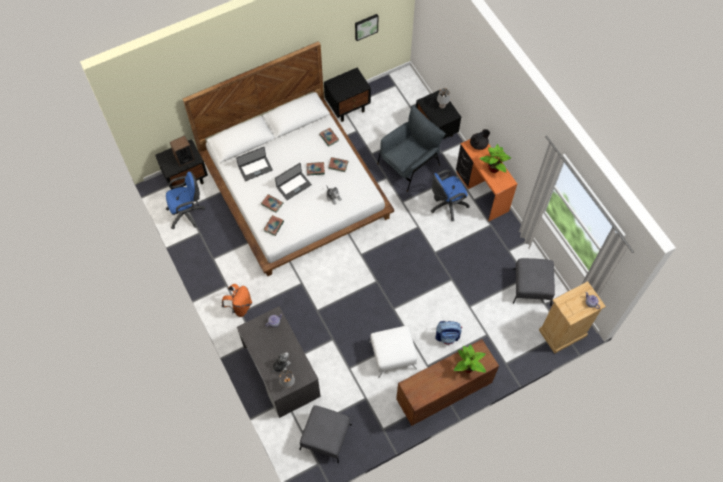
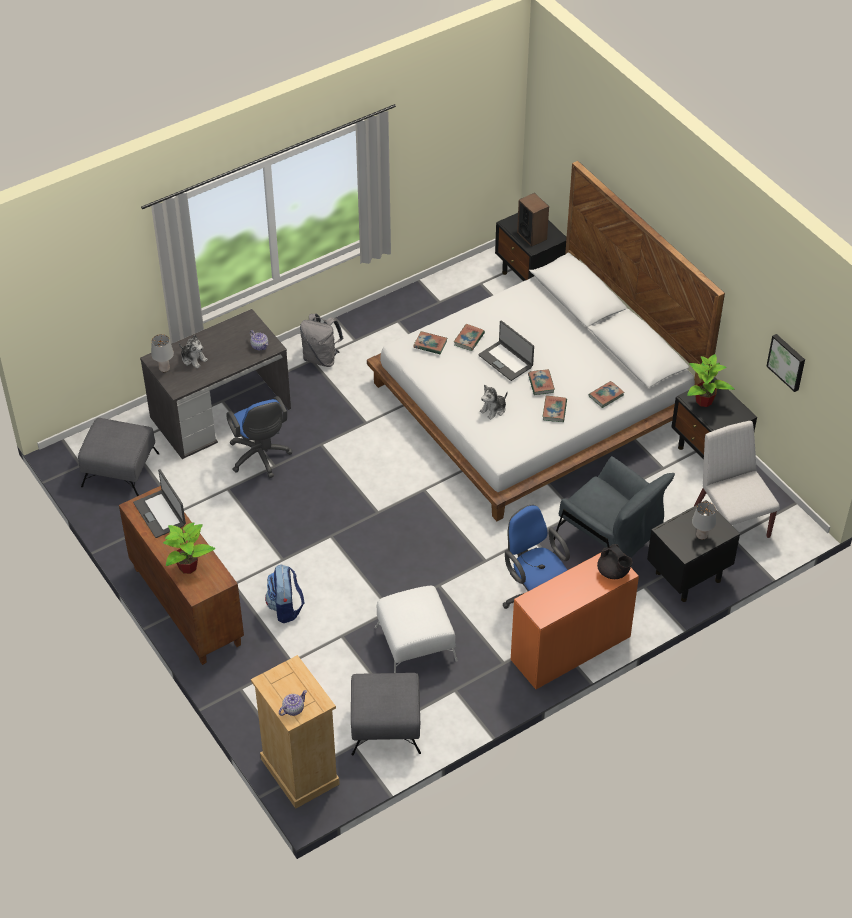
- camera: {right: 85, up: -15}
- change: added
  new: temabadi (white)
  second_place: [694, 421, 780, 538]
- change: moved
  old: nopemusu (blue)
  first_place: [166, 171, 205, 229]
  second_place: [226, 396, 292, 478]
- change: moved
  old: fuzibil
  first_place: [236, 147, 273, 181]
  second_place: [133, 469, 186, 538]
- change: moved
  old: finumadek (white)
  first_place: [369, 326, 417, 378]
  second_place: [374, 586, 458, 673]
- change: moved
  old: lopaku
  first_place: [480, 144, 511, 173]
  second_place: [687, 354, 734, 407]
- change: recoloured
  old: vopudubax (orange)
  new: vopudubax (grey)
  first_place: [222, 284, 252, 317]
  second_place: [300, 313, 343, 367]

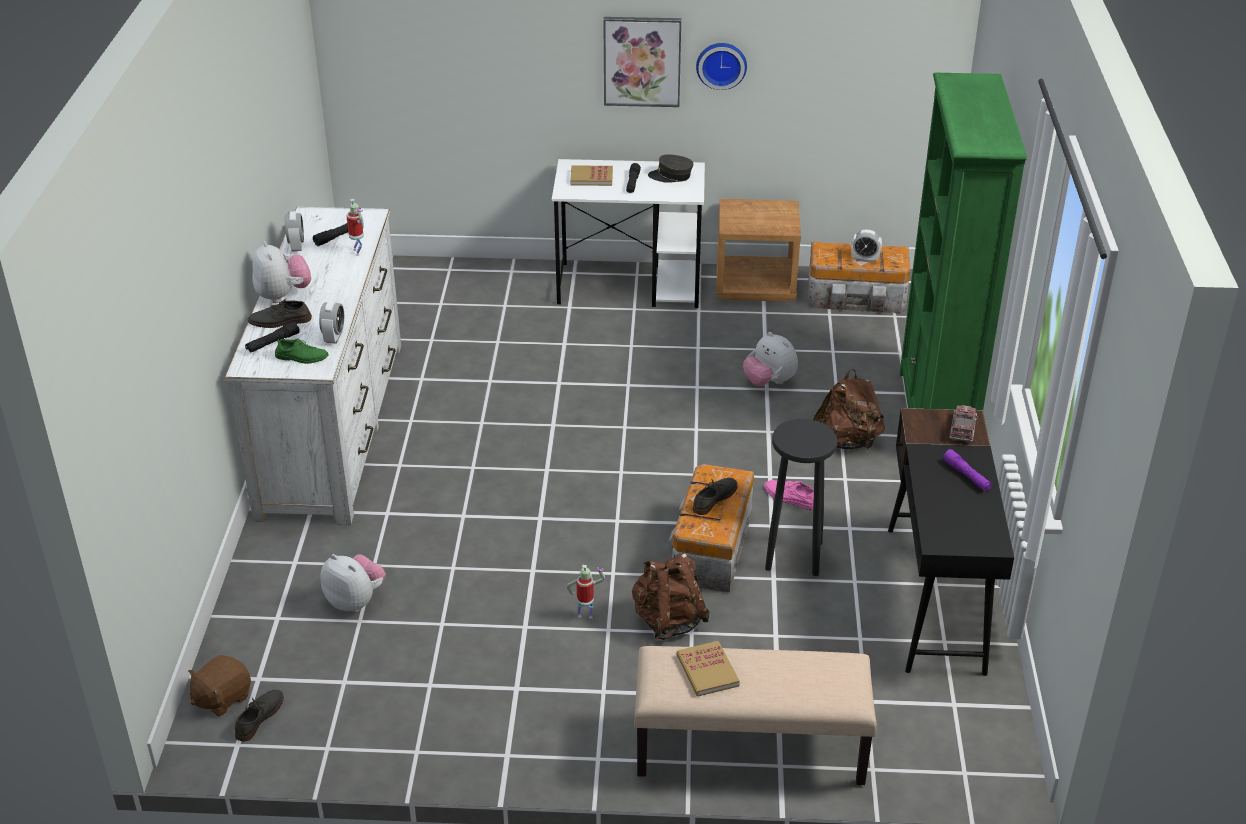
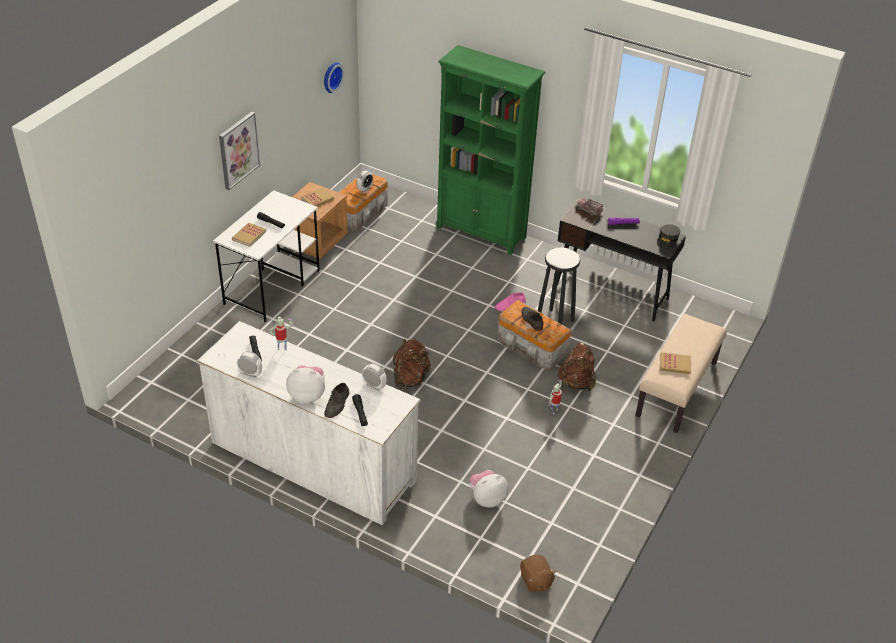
- camera: {right: -65, up: 5}
- change: removed
  old: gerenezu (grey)
  first_place: [235, 690, 284, 742]
- change: removed
  old: gerenezu (green)
  first_place: [275, 338, 328, 364]
- change: removed
  old: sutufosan
  first_place: [743, 332, 798, 386]
- change: added
  new: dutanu
  second_place: [301, 188, 334, 206]
- change: moved
  old: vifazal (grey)
  first_place: [648, 154, 693, 183]
  second_place: [657, 224, 680, 249]
- change: moved
  old: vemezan
  first_place: [696, 43, 747, 90]
  second_place: [324, 62, 344, 93]
- change: moved
  old: vopudubax (brown)
  first_place: [813, 369, 885, 450]
  second_place: [393, 339, 431, 389]

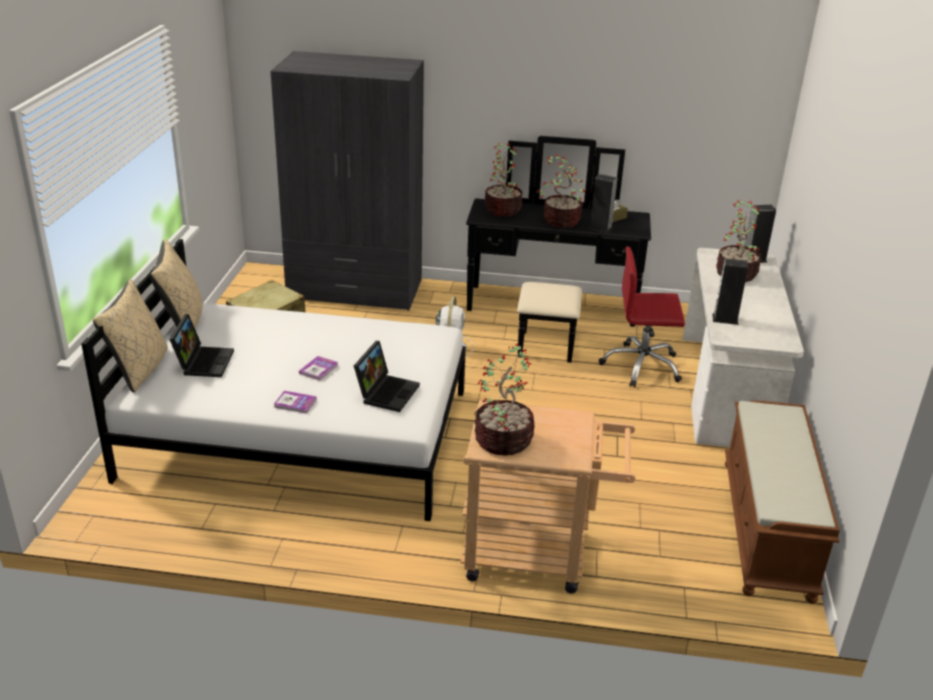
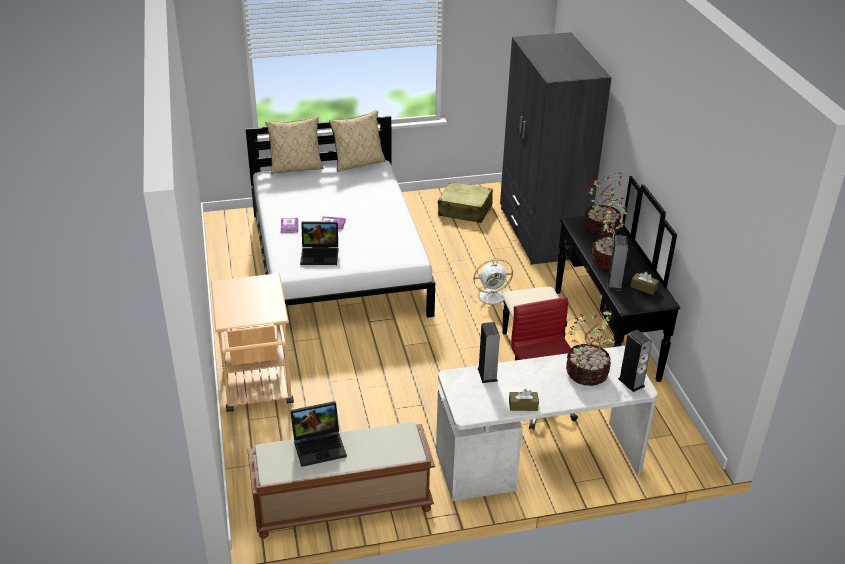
- camera: {right: 70, up: 5}
- change: removed
  old: lopaku
  first_place: [474, 343, 535, 456]
- change: added
  new: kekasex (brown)
  second_place: [509, 389, 539, 411]
- change: moved
  old: fuzibil
  first_place: [169, 314, 234, 377]
  second_place: [290, 401, 347, 467]

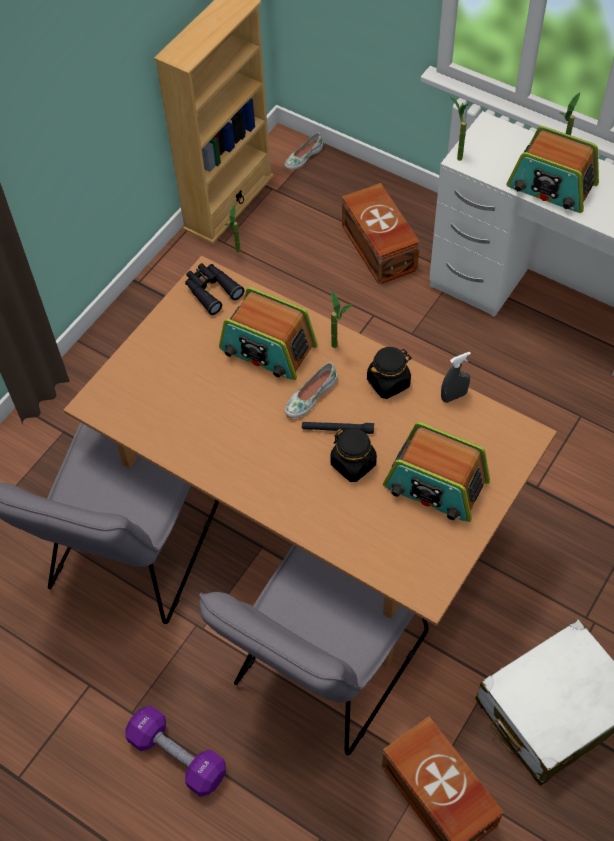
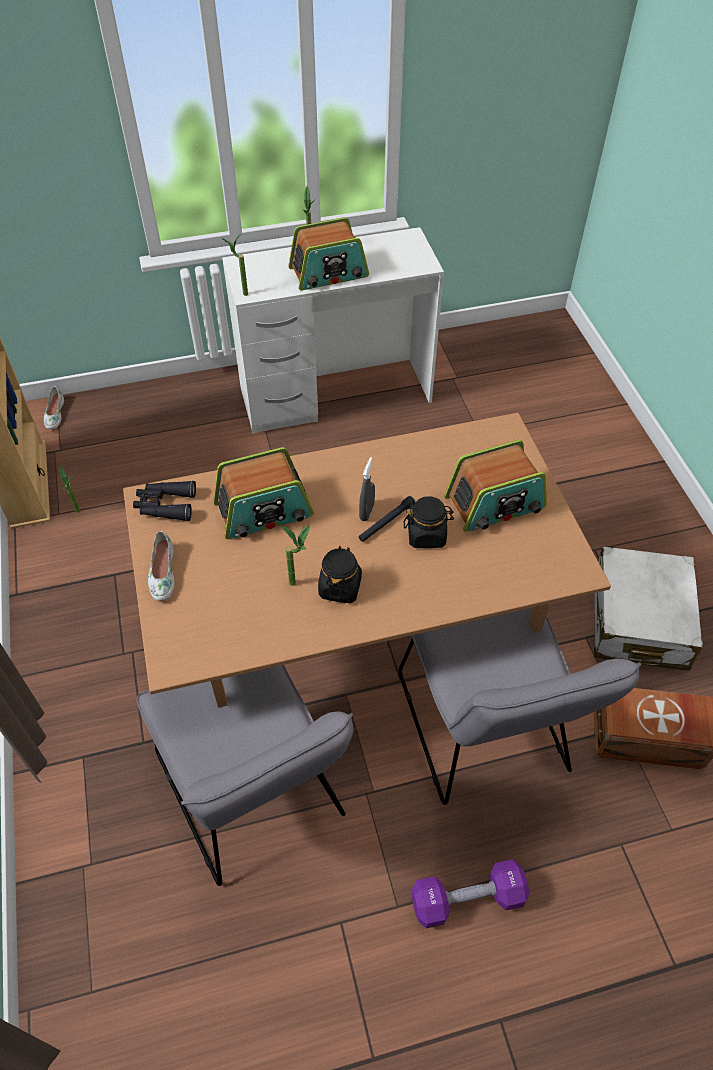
- camera: {right: -50, up: -5}
- change: removed
  old: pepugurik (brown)
  first_place: [342, 183, 420, 285]
- change: moved
  old: gerenezu (white)
  first_place: [285, 363, 337, 418]
  second_place: [148, 531, 174, 601]
- change: moved
  old: lopaku
  first_place: [331, 290, 353, 348]
  second_place: [281, 524, 310, 586]
- change: moved
  old: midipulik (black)
  first_place: [367, 347, 412, 399]
  second_place: [318, 546, 362, 603]
- change: moved
  old: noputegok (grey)
  first_place: [441, 352, 471, 403]
  second_place: [359, 457, 375, 521]

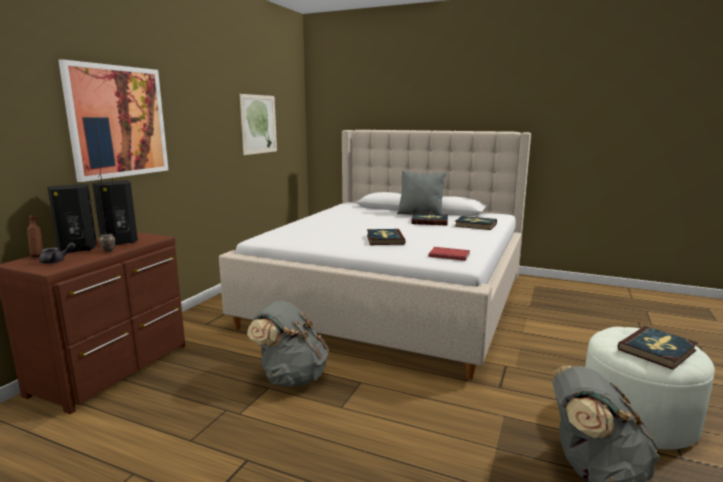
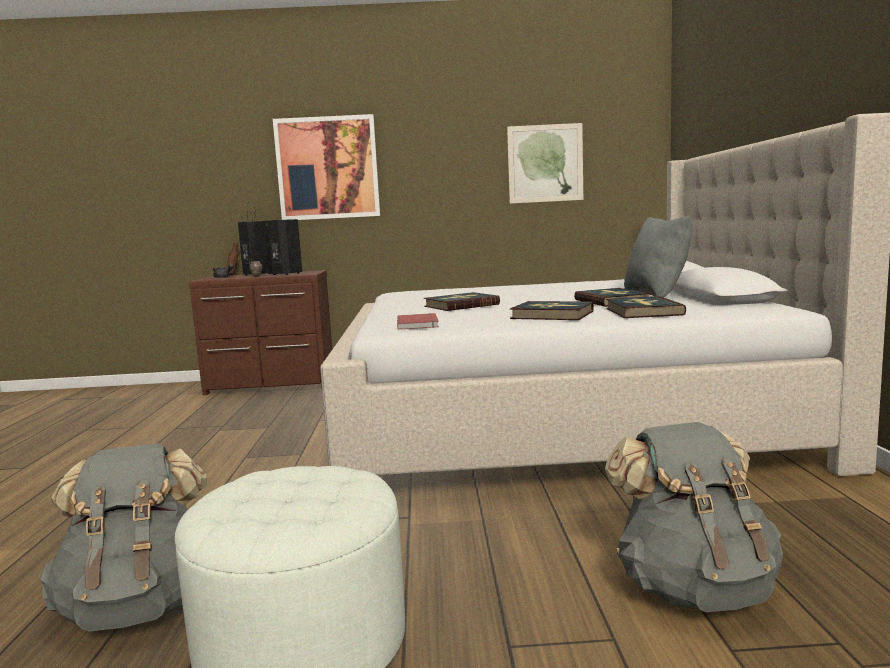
- camera: {right: 65, up: -5}
- change: moved
  old: vopudubax (grey)
  first_place: [247, 301, 329, 386]
  second_place: [605, 422, 783, 612]
- change: moved
  old: dutanu
  first_place: [618, 326, 698, 370]
  second_place: [510, 301, 594, 320]

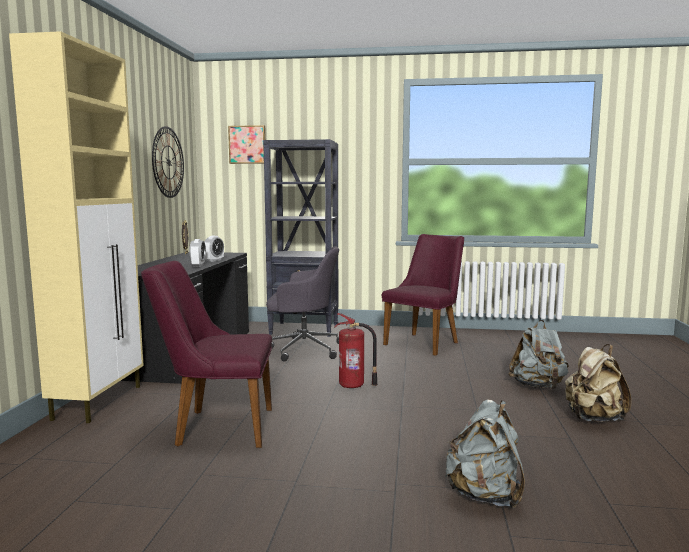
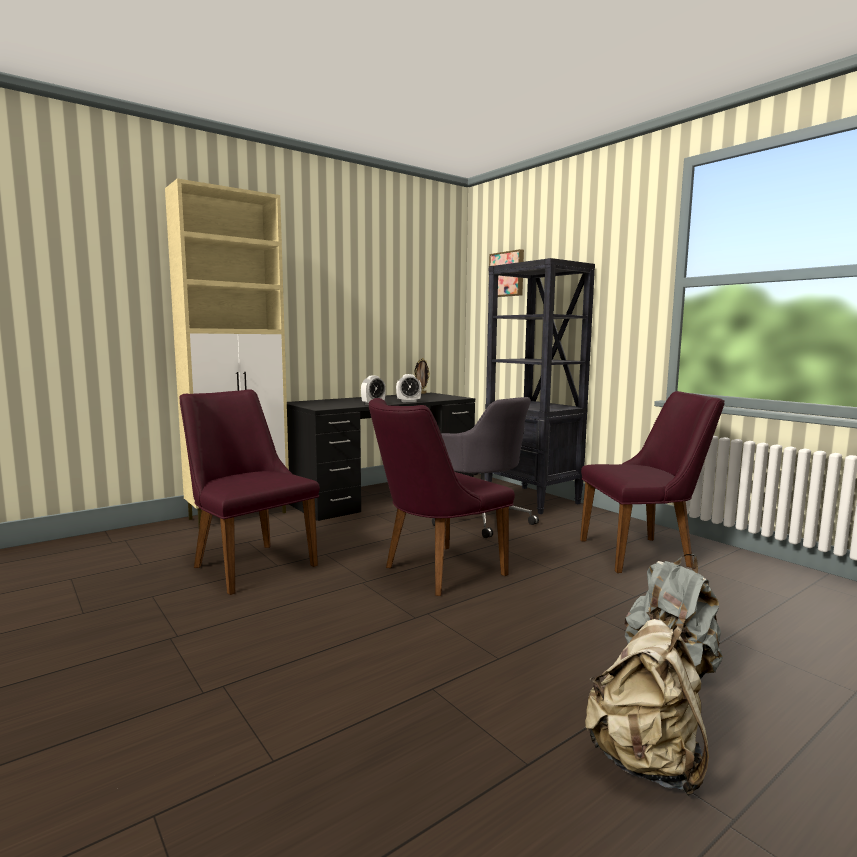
- camera: {right: 45, up: 0}
- change: removed
  old: vemezan
  first_place: [152, 126, 184, 198]
- change: removed
  old: vopudubax (grey)
  first_place: [445, 399, 525, 509]
- change: replaced
  old: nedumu
  new: temabadi (purple)
  first_place: [334, 313, 378, 388]
  second_place: [369, 398, 515, 596]

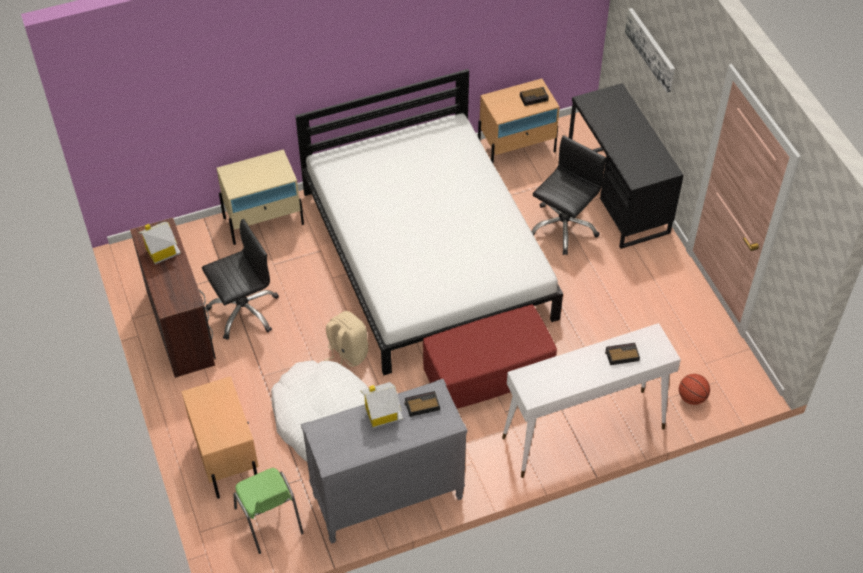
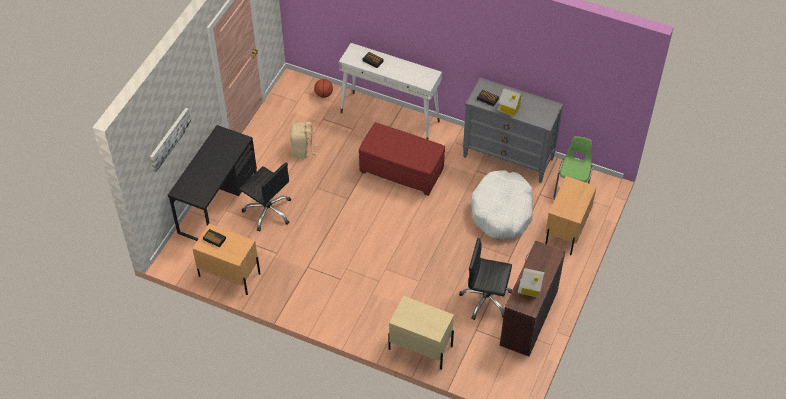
- camera: {right: -135, up: 0}
- change: removed
  old: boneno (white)
  first_place: [295, 69, 563, 375]
- change: moved
  old: vopudubax (beige)
  first_place: [324, 311, 368, 367]
  second_place: [290, 122, 318, 159]
- change: turned
  old: nopemusu (black)
  first_place: [531, 135, 606, 255]
  second_place: [239, 163, 291, 231]
  degrees: -135

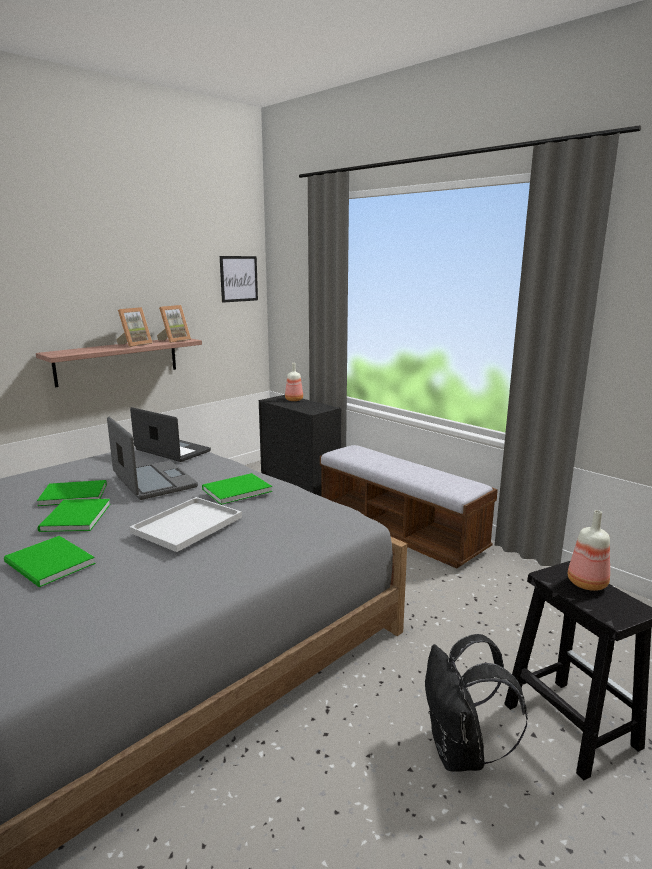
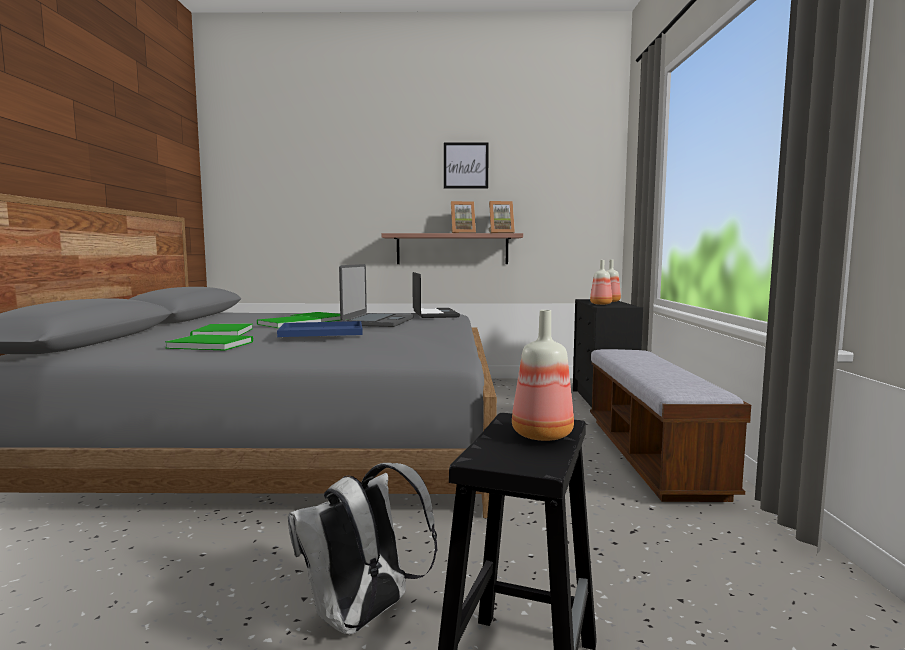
- camera: {right: 45, up: -10}
- change: added
  new: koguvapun
  second_place: [590, 260, 612, 305]
- change: moved
  old: dutanu (green)
  first_place: [202, 473, 272, 505]
  second_place: [166, 334, 253, 351]
- change: moved
  old: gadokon
  first_place: [220, 256, 258, 303]
  second_place: [444, 143, 489, 189]
- change: recoloured
  old: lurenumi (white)
  new: lurenumi (blue)
  first_place: [129, 497, 242, 552]
  second_place: [277, 321, 363, 337]
- change: recoloured
  old: vopudubax (black)
  new: vopudubax (white)
  first_place: [425, 634, 528, 772]
  second_place: [288, 463, 437, 635]

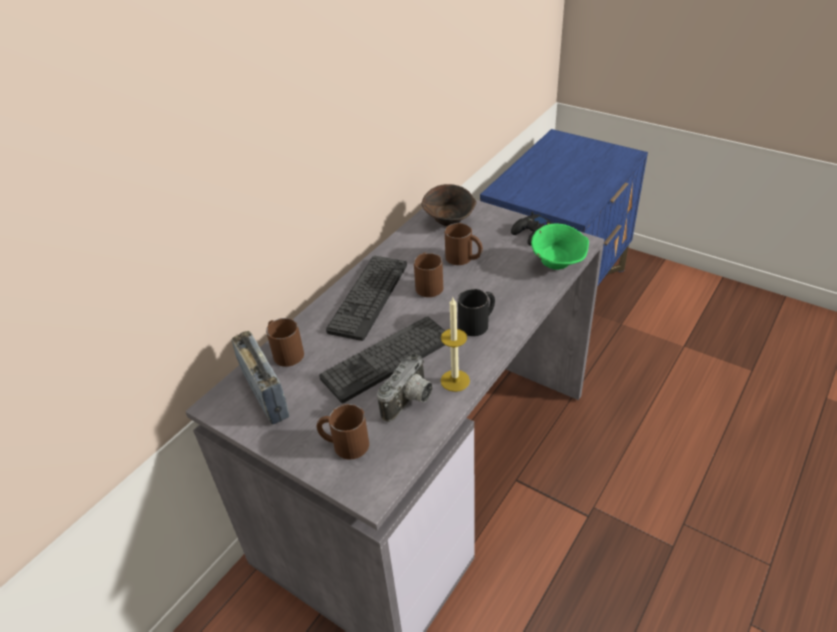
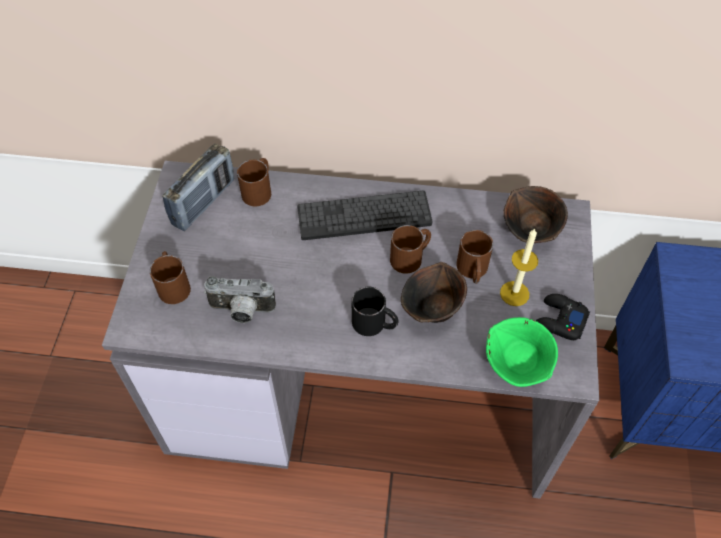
- camera: {right: 60, up: 15}
- change: removed
  old: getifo
  first_place: [319, 317, 445, 403]
- change: added
  new: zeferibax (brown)
  second_place: [401, 262, 467, 323]
- change: moved
  old: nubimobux
  first_place: [441, 298, 470, 392]
  second_place: [500, 228, 538, 306]

